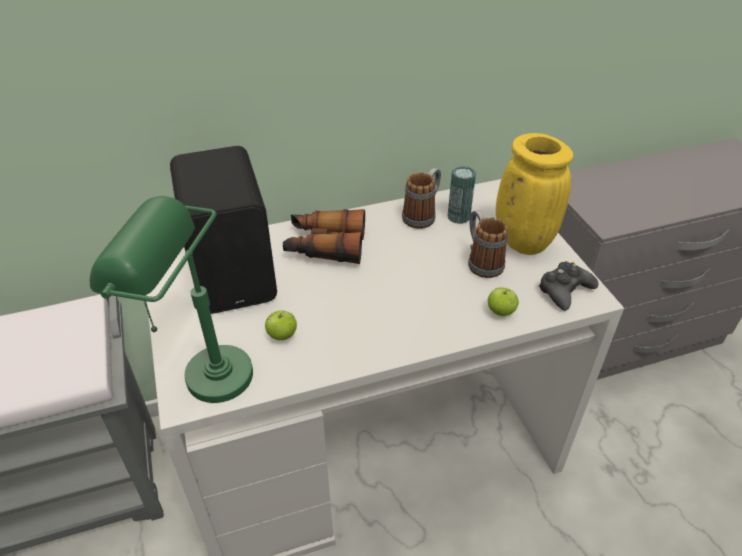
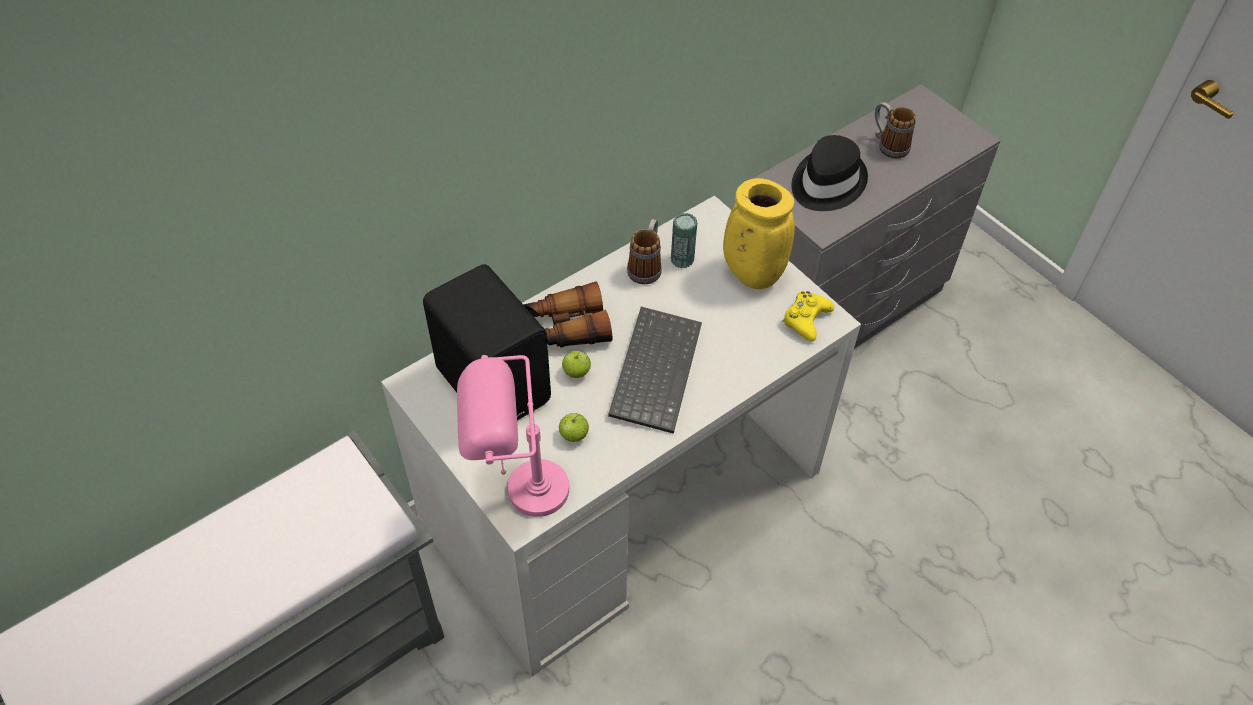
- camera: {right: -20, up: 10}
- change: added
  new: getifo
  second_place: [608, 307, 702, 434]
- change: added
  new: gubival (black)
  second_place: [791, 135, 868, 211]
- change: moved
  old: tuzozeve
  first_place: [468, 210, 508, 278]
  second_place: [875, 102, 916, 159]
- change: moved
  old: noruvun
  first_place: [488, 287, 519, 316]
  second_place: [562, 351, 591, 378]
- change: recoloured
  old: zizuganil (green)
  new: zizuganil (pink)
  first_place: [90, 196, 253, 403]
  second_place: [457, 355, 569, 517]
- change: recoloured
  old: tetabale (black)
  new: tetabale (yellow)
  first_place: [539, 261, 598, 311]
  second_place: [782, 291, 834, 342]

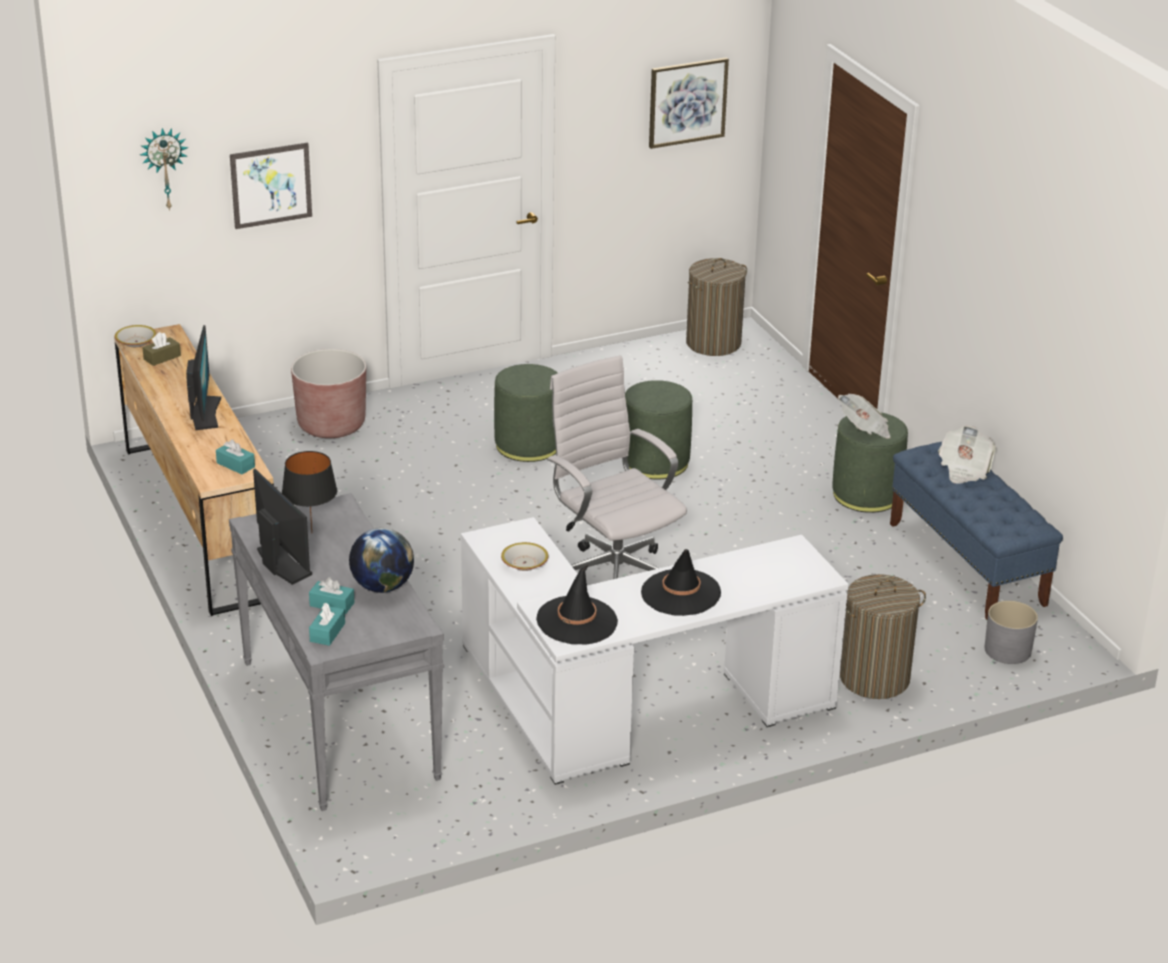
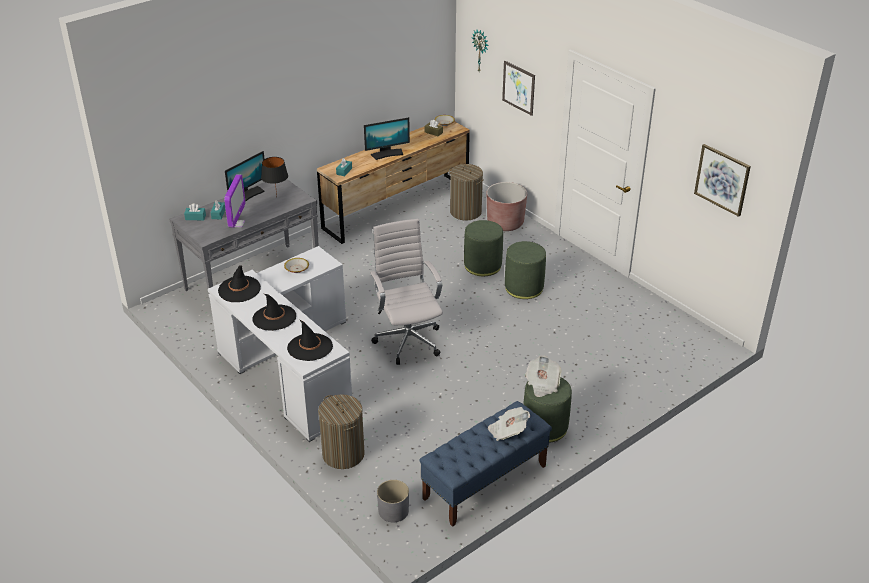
- camera: {right: 75, up: 5}
- change: added
  new: gubival (black)
  second_place: [287, 320, 333, 361]
- change: moved
  old: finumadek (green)
  first_place: [625, 380, 692, 479]
  second_place: [464, 220, 503, 276]
- change: moved
  old: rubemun
  first_place: [686, 258, 747, 356]
  second_place: [449, 164, 484, 220]
- change: replaced
  old: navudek
  new: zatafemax
  first_place: [349, 528, 414, 593]
  second_place: [224, 174, 245, 228]
- change: turned
  old: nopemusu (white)
  first_place: [547, 355, 687, 579]
  second_place: [370, 219, 443, 365]
  degrees: -60

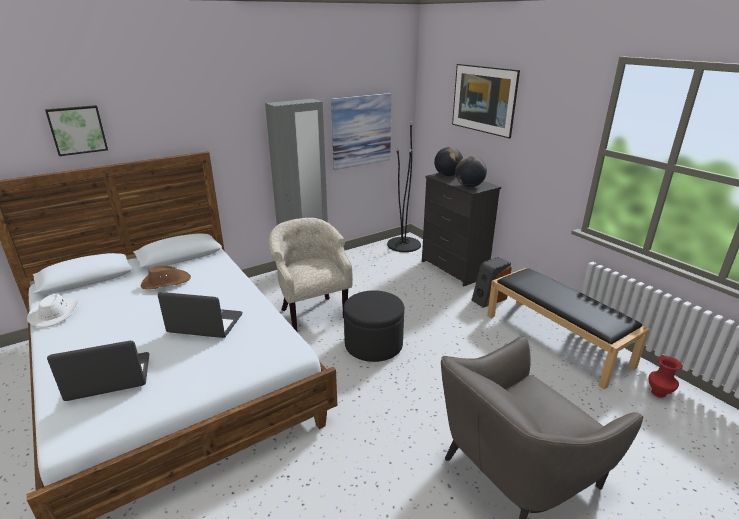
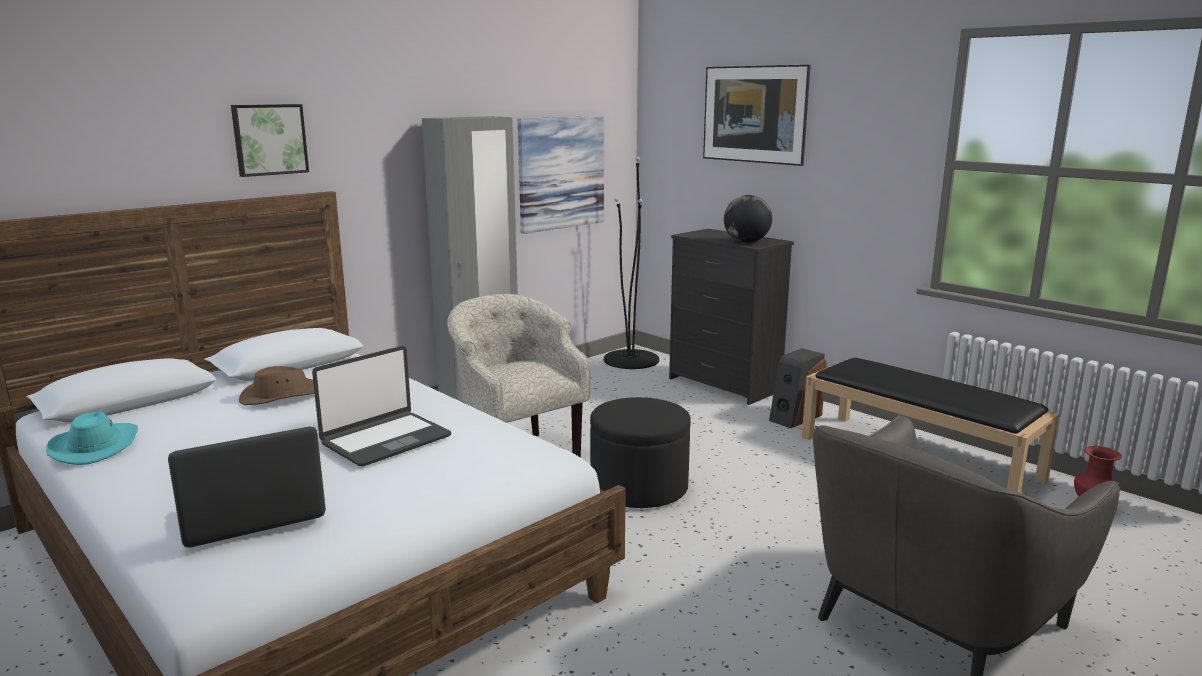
- camera: {right: -10, up: -10}
- change: removed
  old: navudek
  first_place: [434, 147, 463, 176]
- change: moved
  old: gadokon
  first_place: [45, 105, 108, 156]
  second_place: [231, 104, 309, 177]
- change: recoloured
  old: gubival (white)
  new: gubival (turquoise)
  first_place: [27, 294, 79, 328]
  second_place: [46, 411, 138, 465]
- change: turned
  old: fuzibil
  first_place: [158, 292, 242, 338]
  second_place: [312, 346, 451, 466]
  degrees: 135

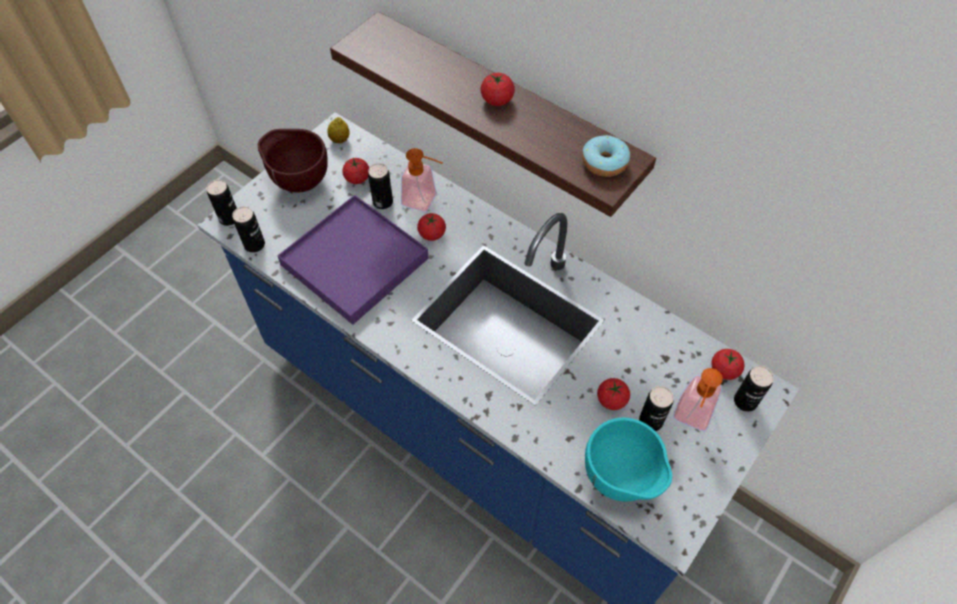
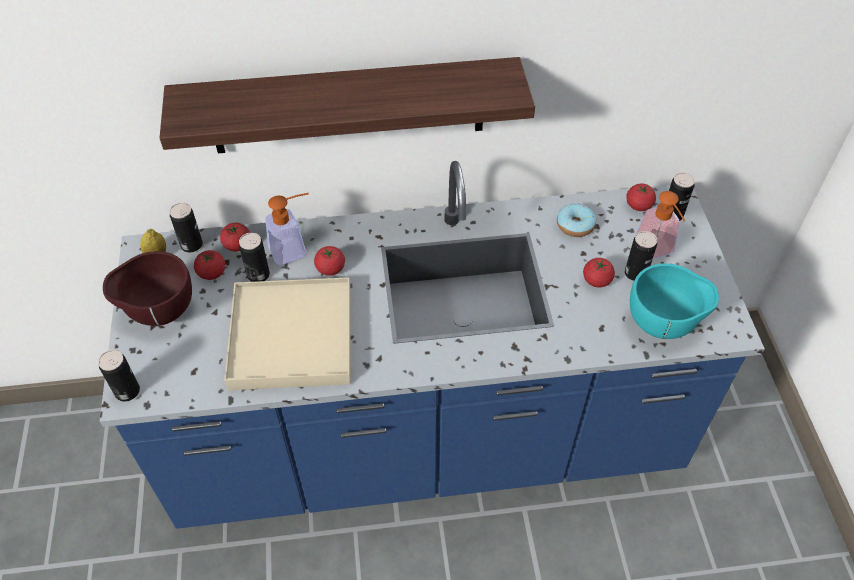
- camera: {right: -45, up: -5}
- change: moved
  old: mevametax
  first_place: [232, 206, 265, 253]
  second_place: [169, 202, 203, 252]
- change: moved
  old: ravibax
  first_place: [480, 73, 515, 106]
  second_place: [220, 223, 250, 251]
- change: moved
  old: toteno
  first_place: [582, 135, 630, 177]
  second_place: [557, 203, 596, 237]
- change: recoloured
  old: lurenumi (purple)
  new: lurenumi (beige)
  first_place: [277, 195, 429, 325]
  second_place: [224, 277, 351, 390]

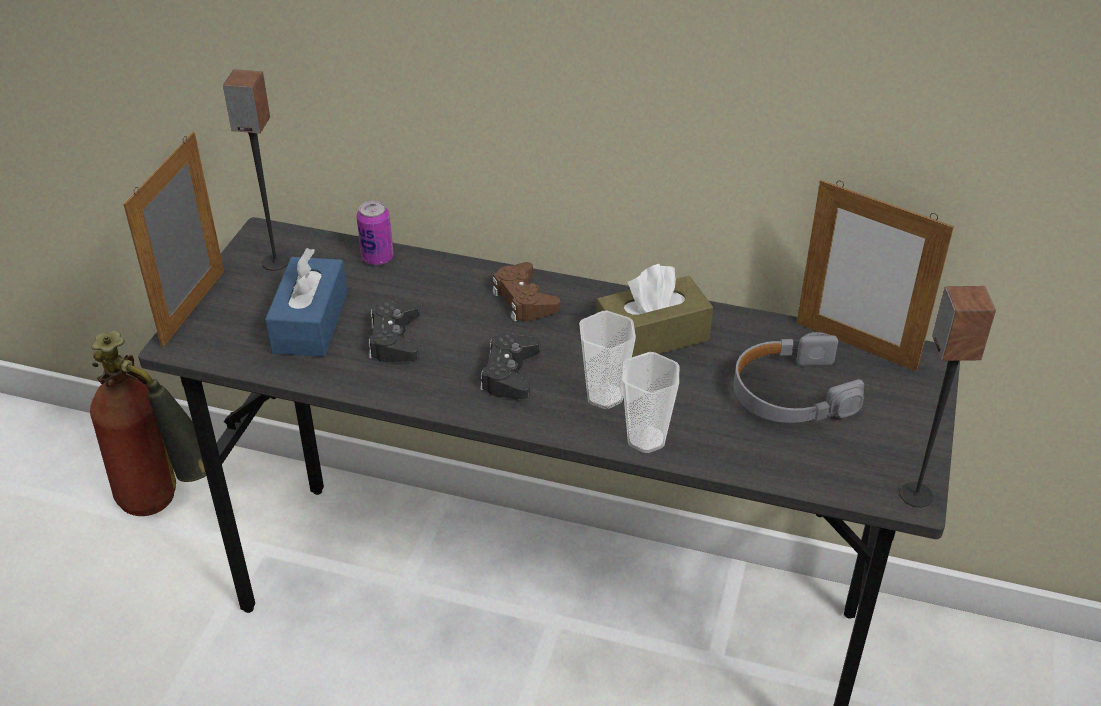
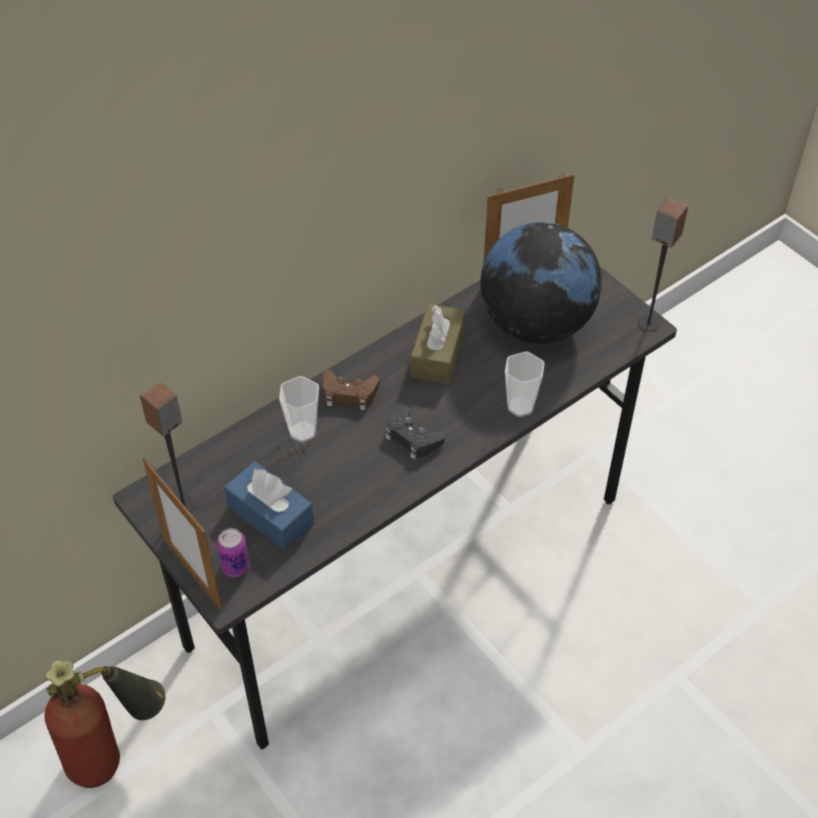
- camera: {right: -55, up: 10}
- change: removed
  old: tetabale (black)
  first_place: [369, 301, 420, 362]
- change: moved
  old: mevametax
  first_place: [357, 200, 394, 265]
  second_place: [217, 528, 250, 577]
- change: moved
  old: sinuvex
  first_place: [579, 311, 636, 409]
  second_place: [279, 376, 319, 442]
- change: replaced
  old: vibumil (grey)
  new: navudek
  first_place: [734, 332, 864, 423]
  second_place: [480, 222, 602, 344]

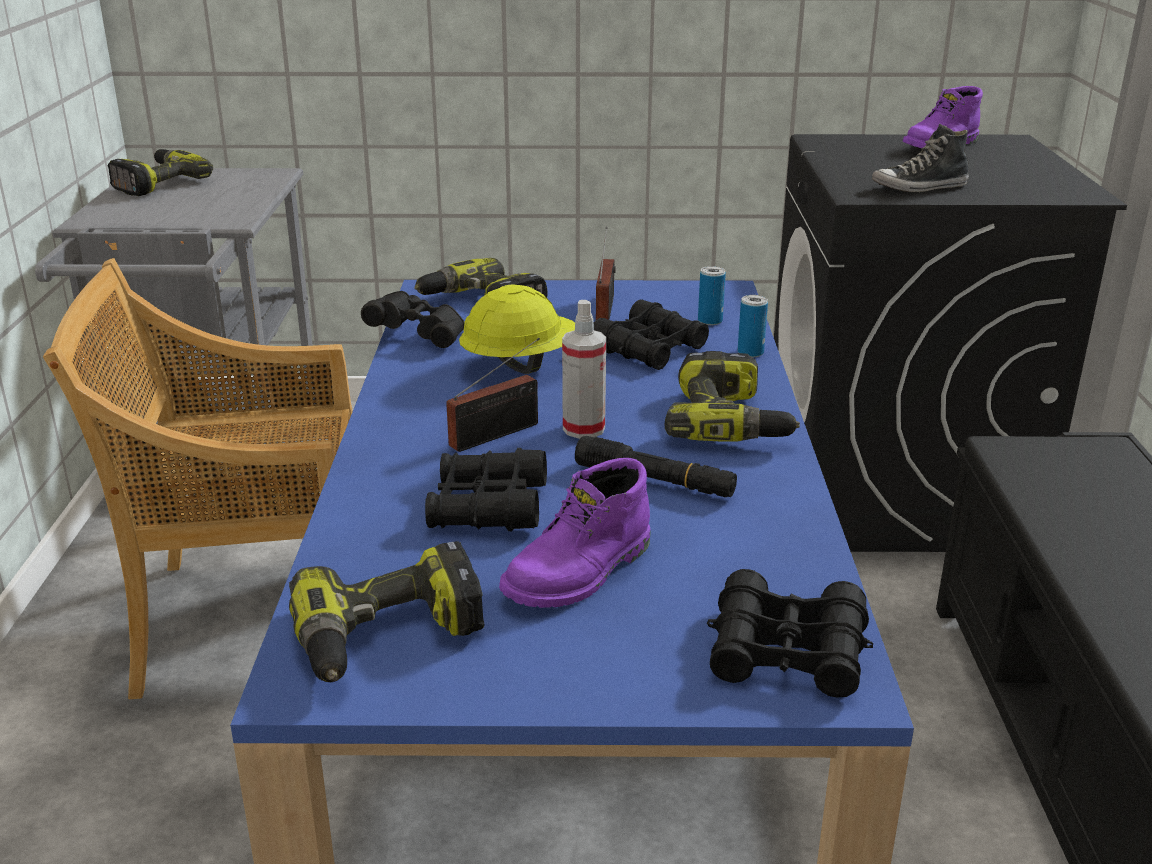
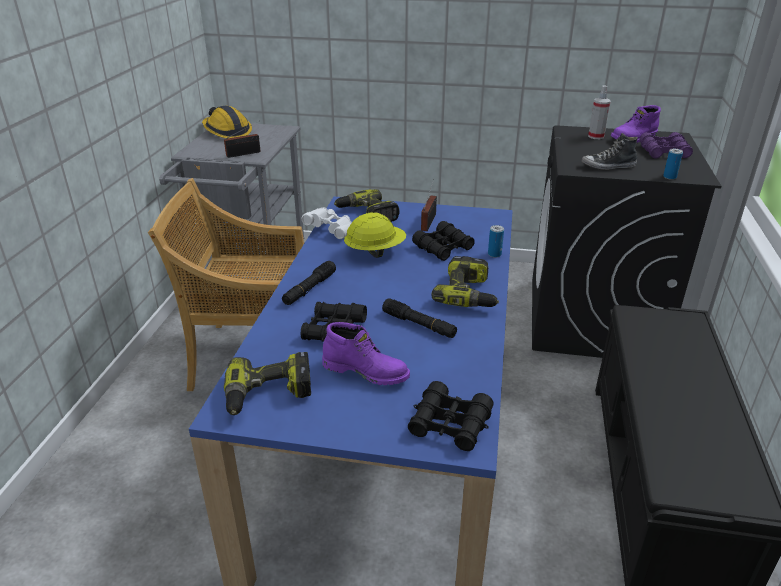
- camera: {right: 10, up: 5}
- change: added
  new: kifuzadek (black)
  second_place: [282, 261, 336, 305]
- change: added
  new: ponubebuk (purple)
  second_place: [640, 132, 693, 159]
- change: moved
  old: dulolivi
  first_place: [446, 338, 540, 452]
  second_place: [224, 121, 261, 158]
- change: moved
  old: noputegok
  first_place: [562, 300, 606, 439]
  second_place: [588, 85, 611, 139]
- change: moved
  old: mevametax
  first_place: [698, 266, 726, 325]
  second_place: [663, 149, 683, 180]
- change: replaced
  old: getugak
  new: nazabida
  first_place: [107, 149, 213, 196]
  second_place: [202, 105, 252, 139]
- change: recoloured
  old: ponubebuk (black)
  new: ponubebuk (white)
  first_place: [361, 291, 464, 348]
  second_place: [302, 207, 352, 239]
- change: turned
  old: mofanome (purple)
  first_place: [499, 458, 651, 608]
  second_place: [322, 322, 410, 385]
  degrees: -120

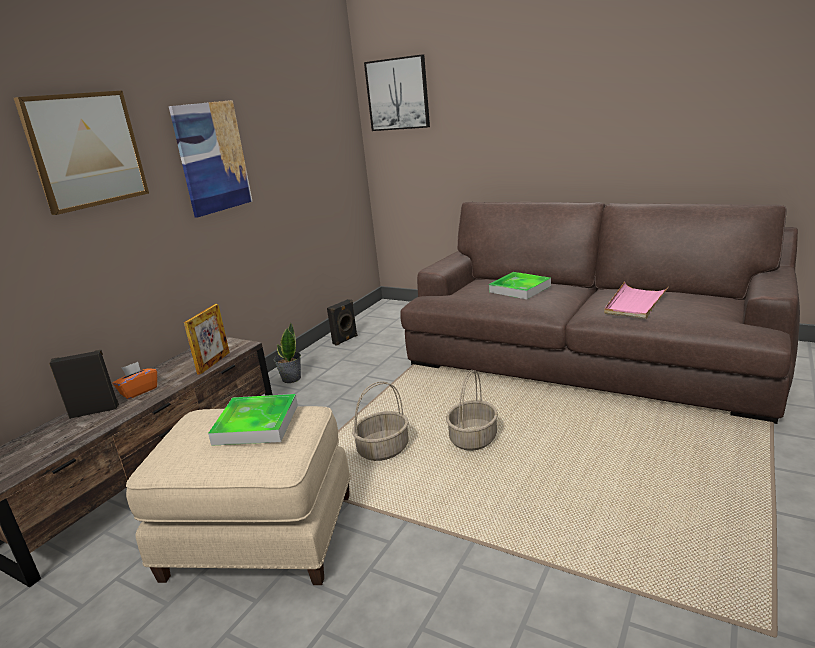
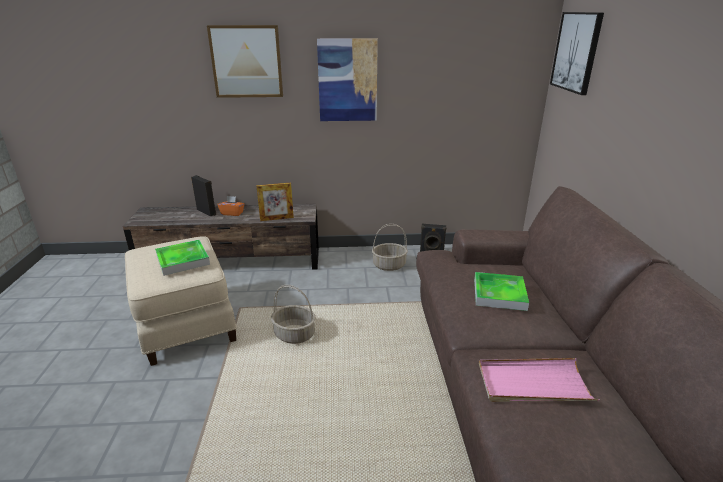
- camera: {right: 55, up: 5}
- change: removed
  old: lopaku
  first_place: [274, 323, 301, 383]
- change: moved
  old: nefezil
  first_place: [446, 370, 498, 451]
  second_place: [372, 224, 408, 271]

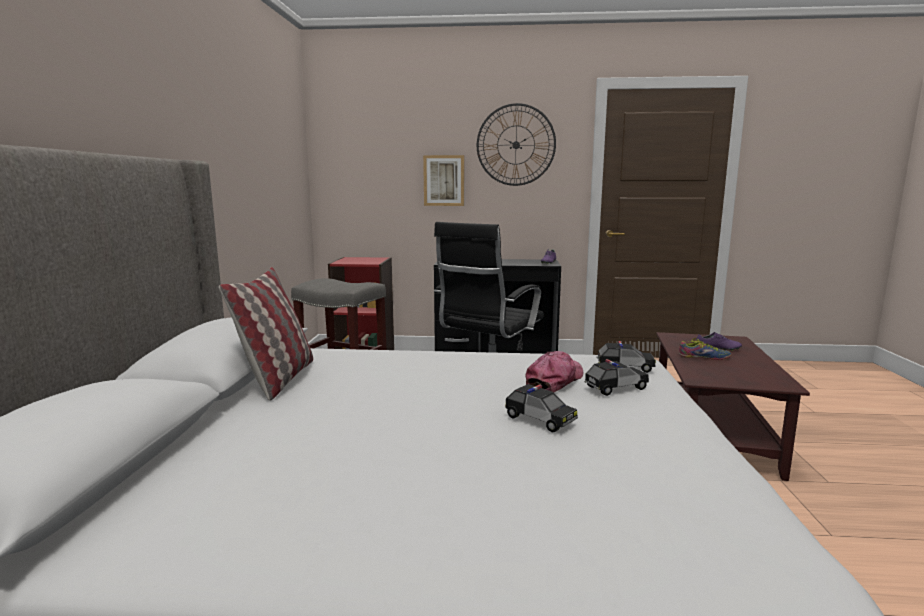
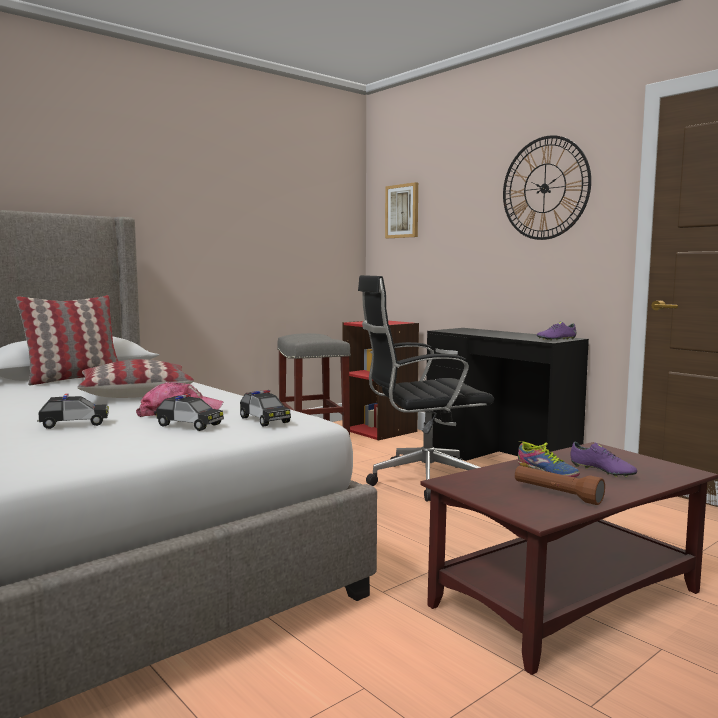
- camera: {right: 45, up: -5}
- change: added
  new: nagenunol
  second_place: [77, 359, 194, 398]
- change: added
  new: kifuzadek (brown)
  second_place: [515, 466, 605, 505]
- change: moved
  old: gadokon
  first_place: [423, 155, 464, 206]
  second_place: [385, 182, 418, 238]
- change: turned
  old: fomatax
  first_place: [505, 384, 578, 432]
  second_place: [37, 393, 109, 429]
  degrees: -105

